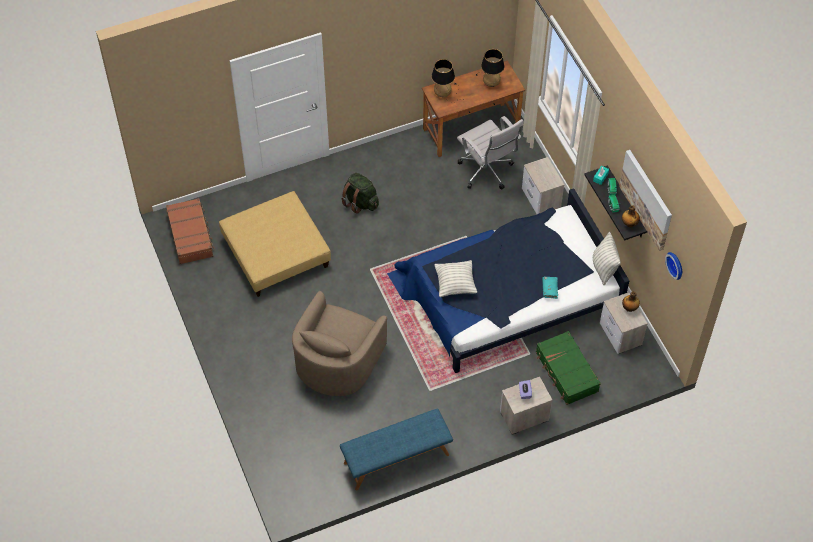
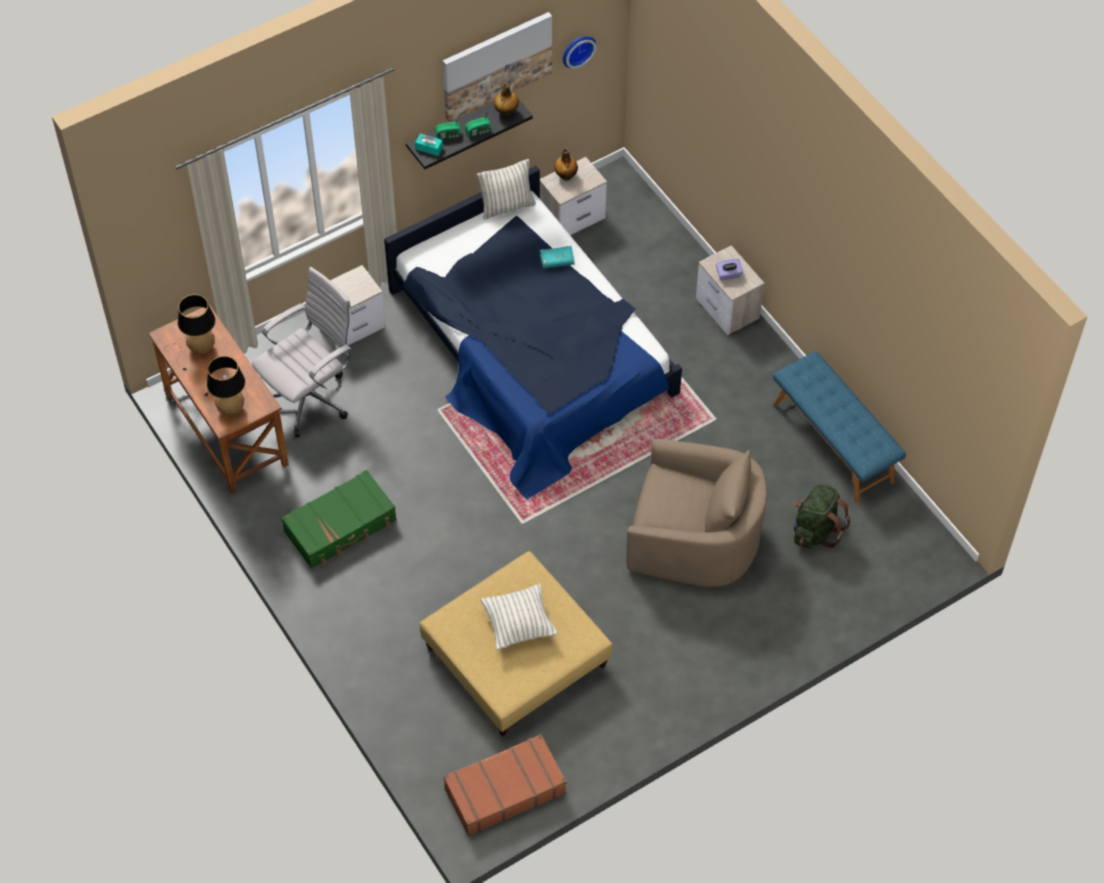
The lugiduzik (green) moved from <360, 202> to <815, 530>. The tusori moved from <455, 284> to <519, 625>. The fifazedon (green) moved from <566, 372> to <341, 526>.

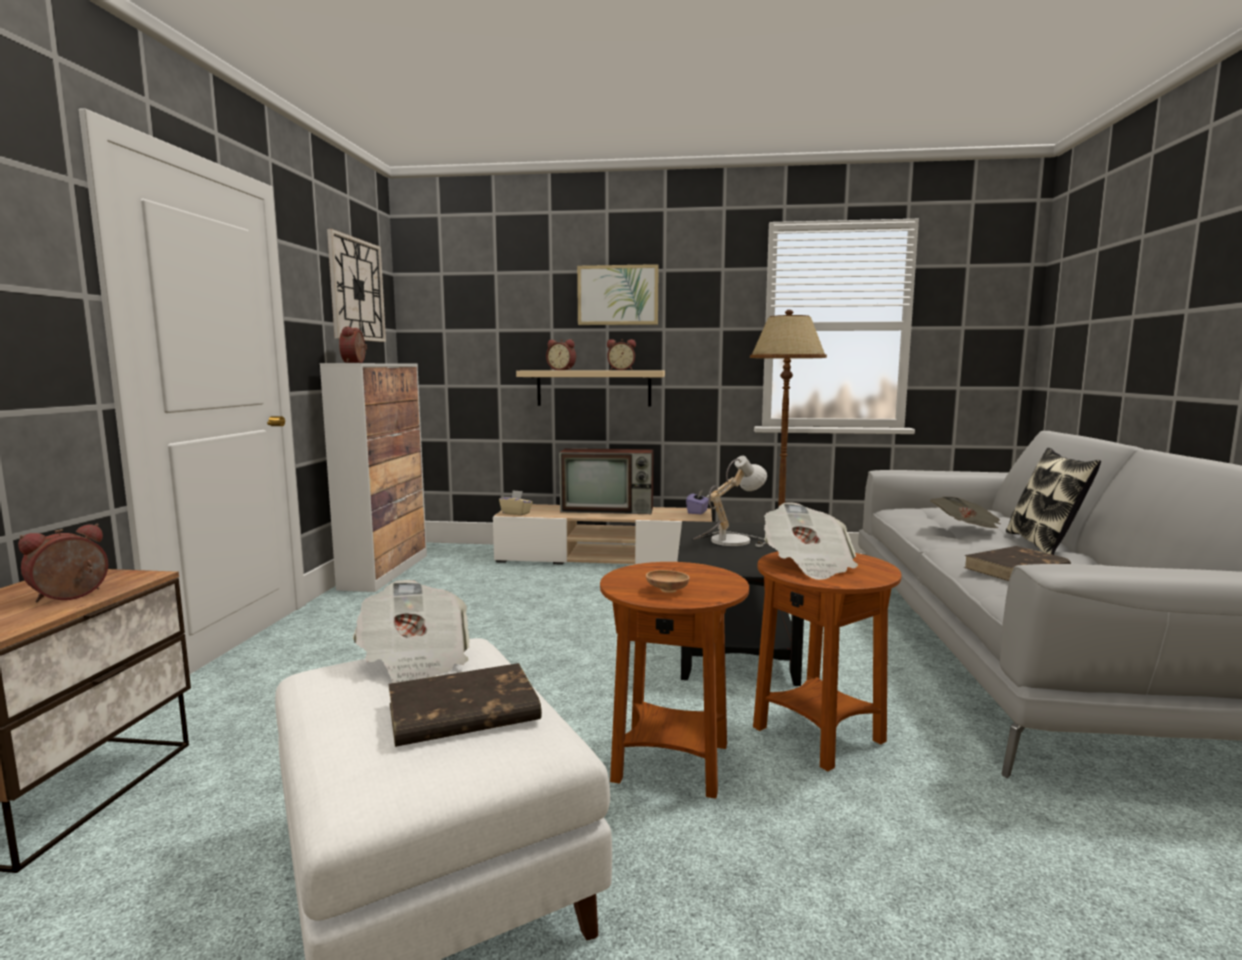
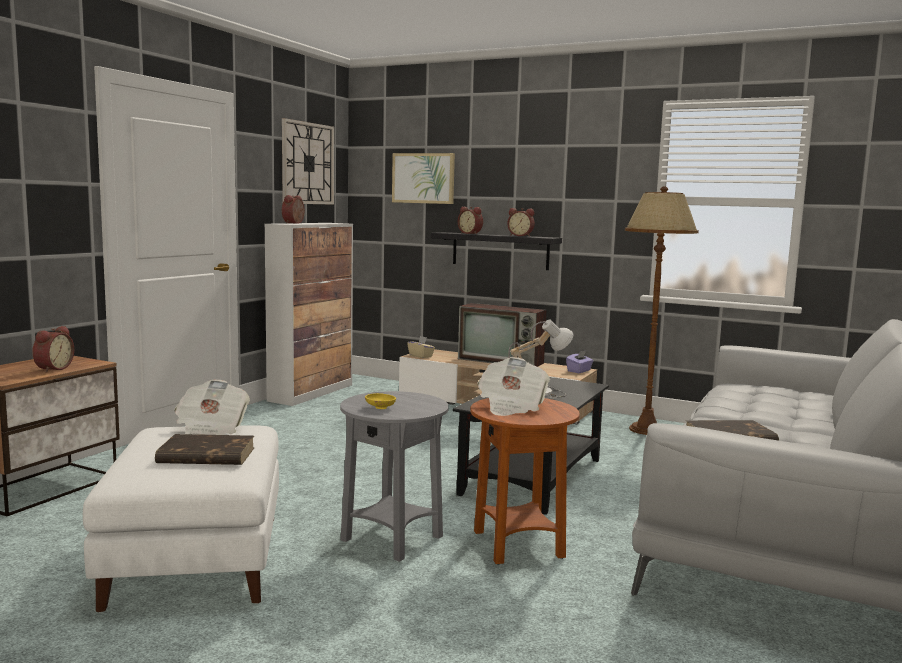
The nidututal moved from <618, 295> to <423, 178>. The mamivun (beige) at <593, 388> became the mamivun (black) at <500, 250>. The tusori at <1044, 544> disappeared. The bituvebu at <966, 531> disappeared. The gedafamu at <71, 597> turned 135 degrees clockwise. The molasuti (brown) at <671, 763> became the molasuti (grey) at <392, 539>. The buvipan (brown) at <667, 590> became the buvipan (yellow) at <380, 408>.

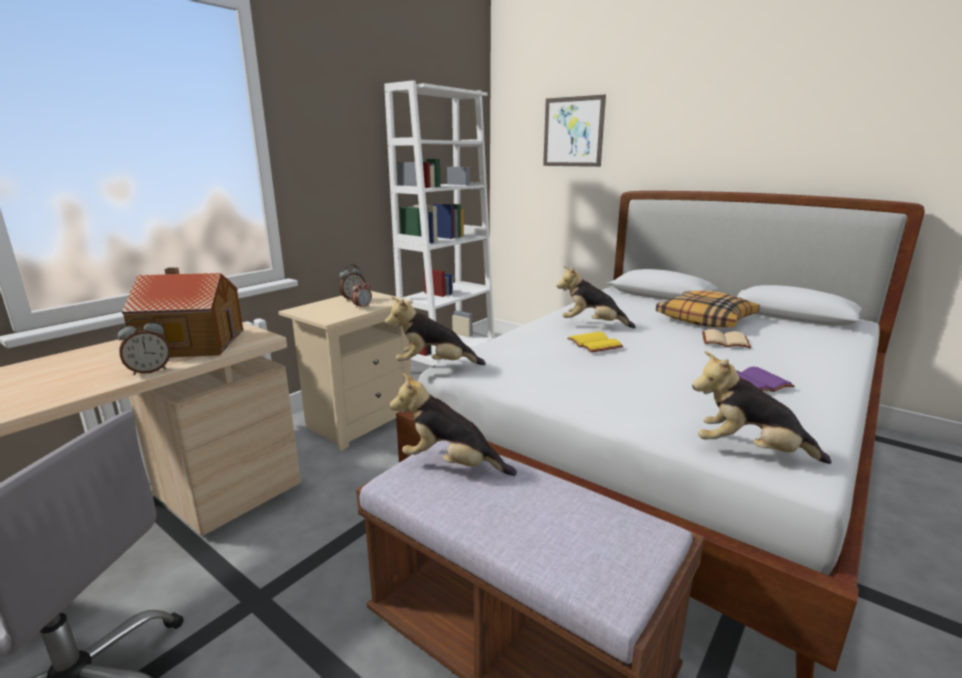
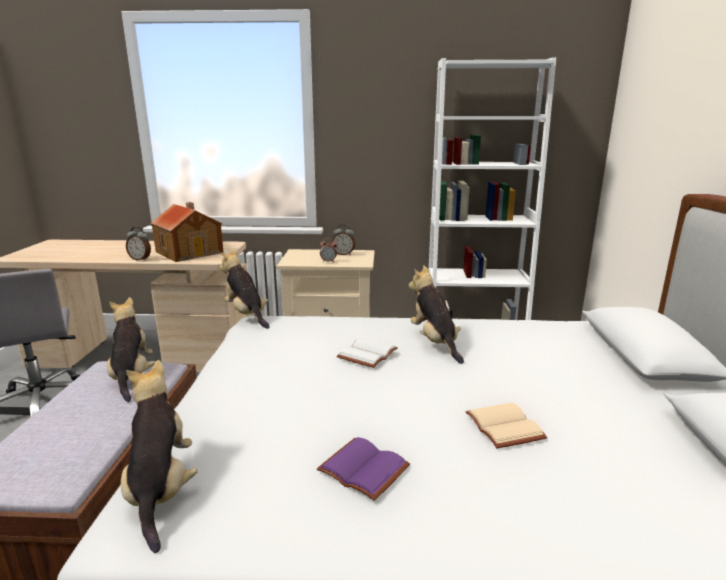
The nidututal at <573, 132> disappeared. The tusori at <705, 319> disappeared. The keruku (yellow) at <596, 344> became the keruku (white) at <368, 355>.

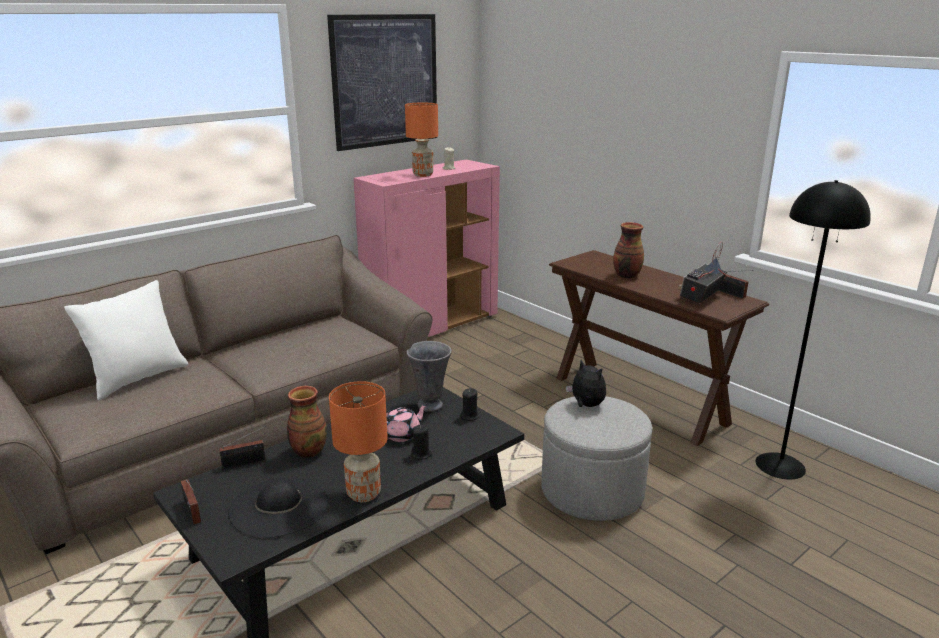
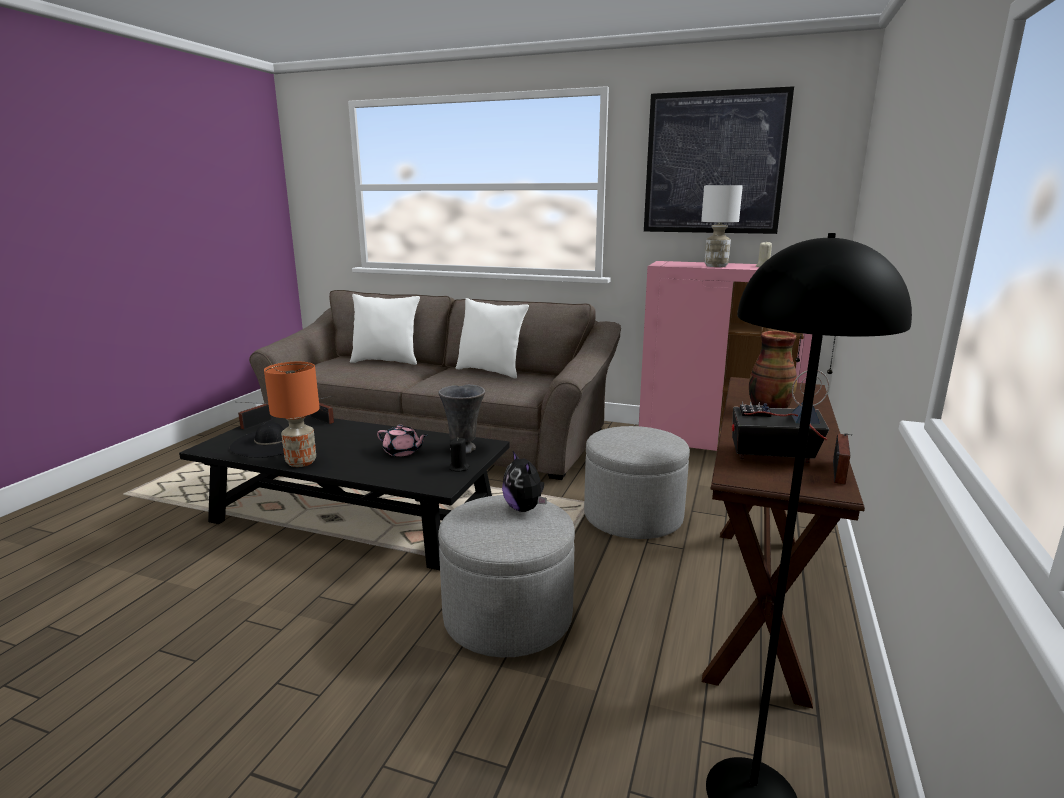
The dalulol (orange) at <422, 175> became the dalulol (white) at <716, 266>. The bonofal at <586, 405> turned 135 degrees clockwise. The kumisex at <308, 451> disappeared. The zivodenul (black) at <421, 454> disappeared. The tusori (white) at <491, 371> appeared. The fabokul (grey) at <633, 516> appeared.

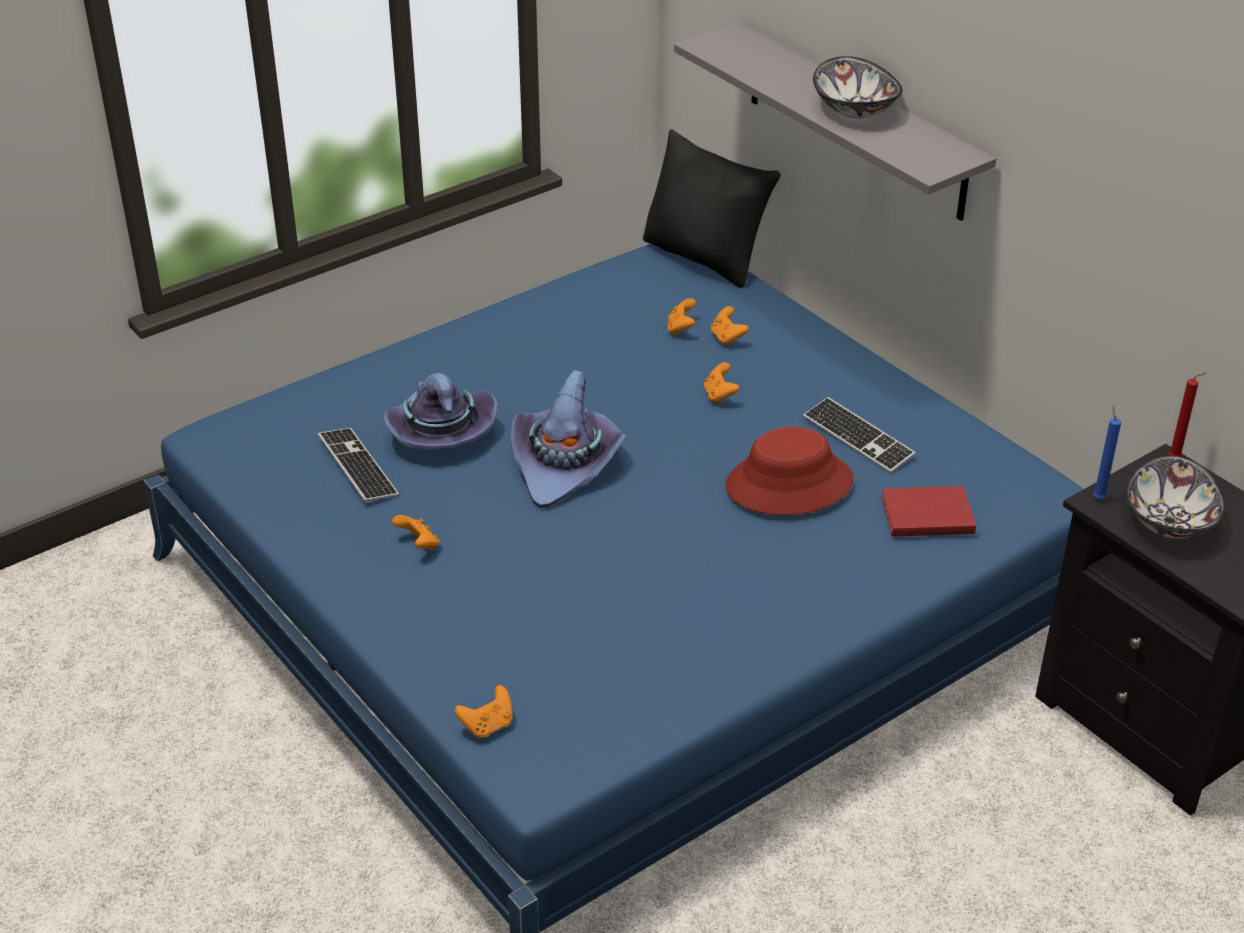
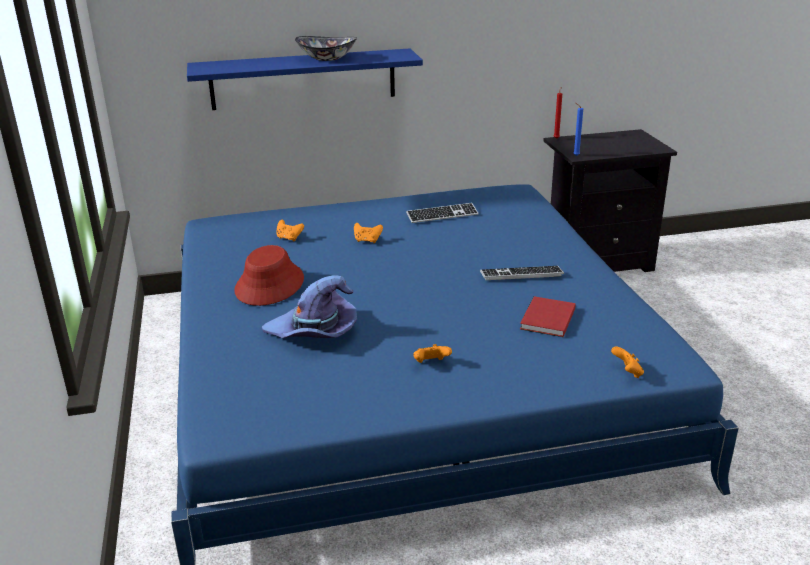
The mamivun (grey) at <855, 122> became the mamivun (blue) at <303, 79>. The tusori (black) at <705, 257> disappeared. The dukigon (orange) at <727, 338> disappeared. The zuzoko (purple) at <565, 464> disappeared. The zuzoko (red) moved from <789, 484> to <270, 285>. The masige moved from <357, 467> to <521, 274>. The buvipan at <1170, 522> disappeared. The keruku (red) moved from <924, 514> to <546, 320>.

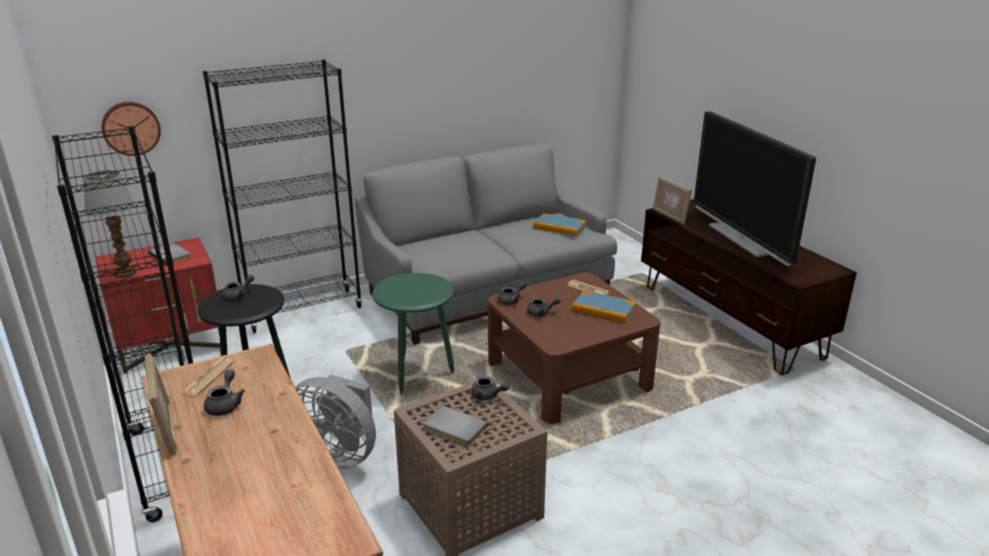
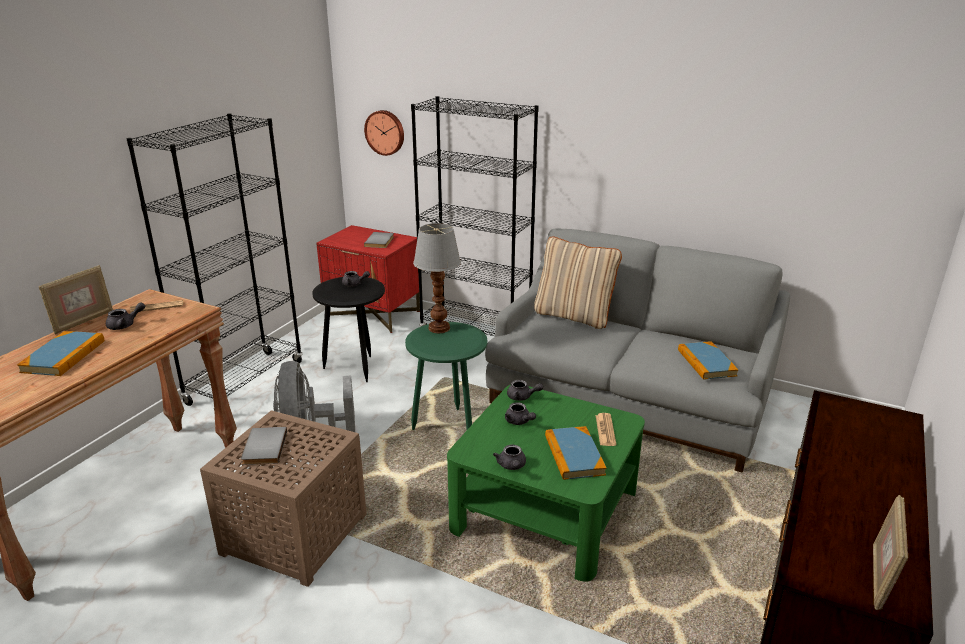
The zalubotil at <742, 239> disappeared. The dalulol moved from <124, 274> to <438, 328>. The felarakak moved from <669, 216> to <880, 578>. The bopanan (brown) at <568, 374> became the bopanan (green) at <546, 509>. The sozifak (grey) moved from <488, 396> to <511, 466>. The tusori (beige) at <574, 316> appeared. The keruku at <64, 356> appeared.

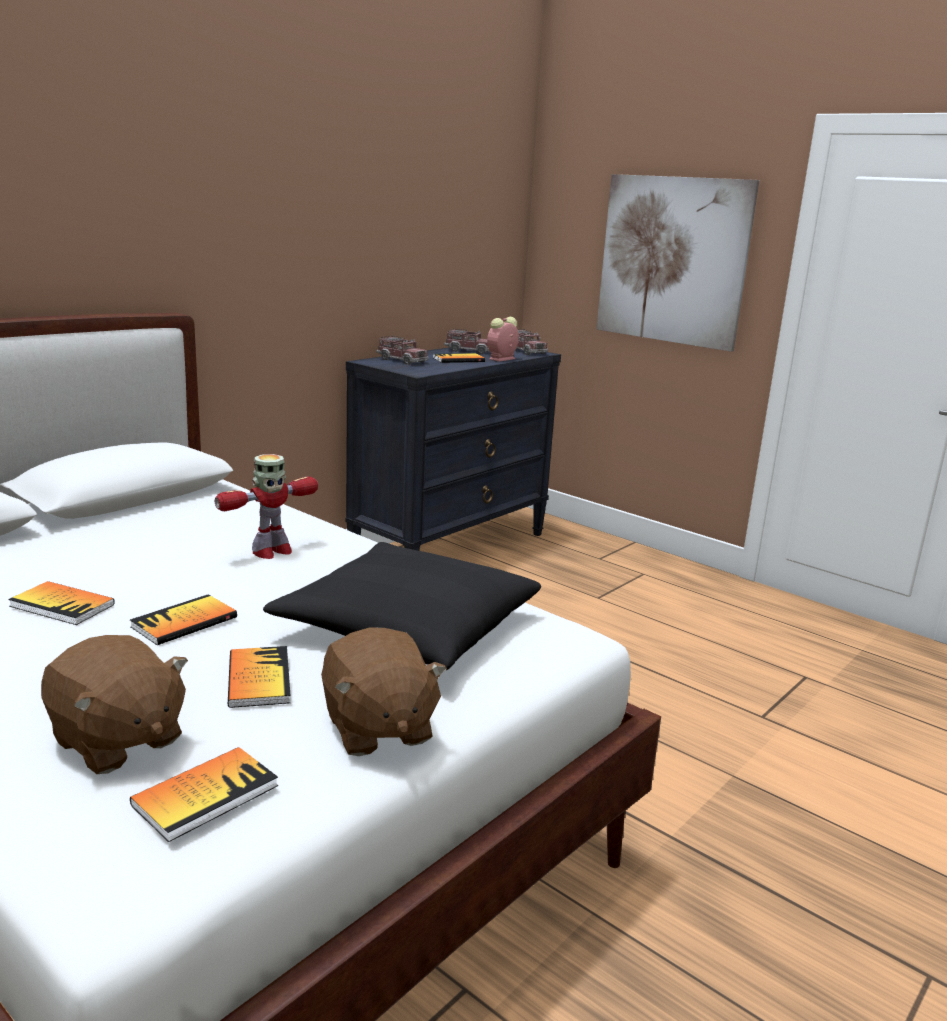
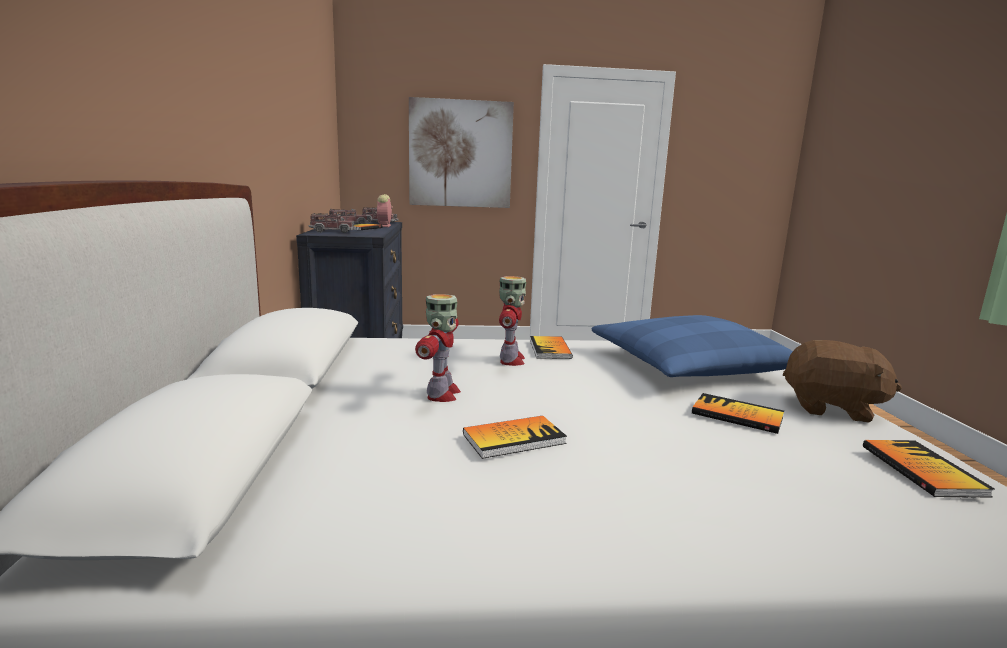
The tusori (black) at <407, 626> became the tusori (blue) at <687, 366>. The keruku moved from <184, 622> to <550, 349>. The bonofal (brown) at <117, 741> disappeared. The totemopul at <441, 394> appeared.

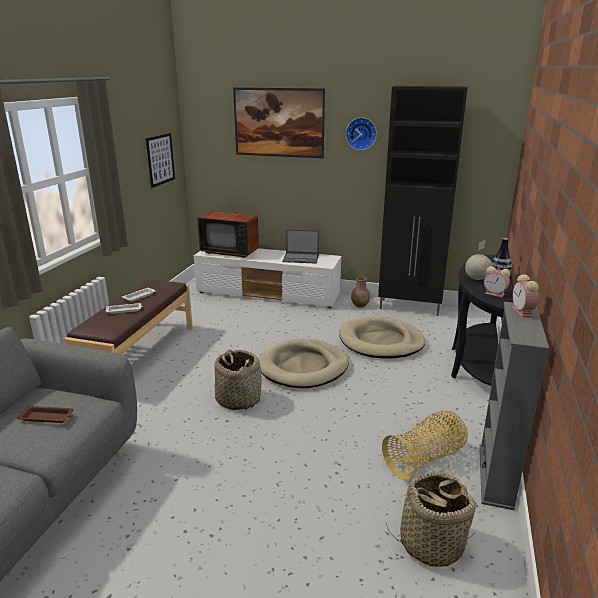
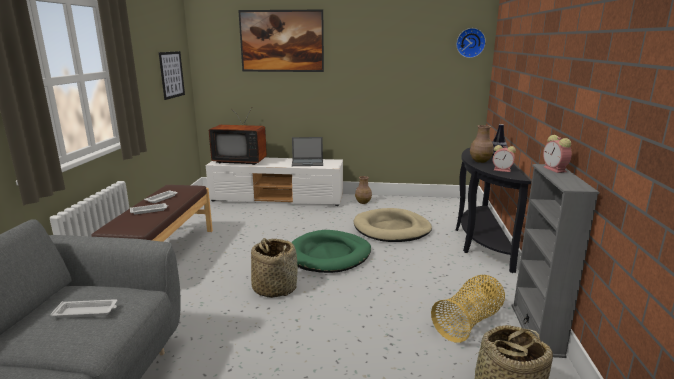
The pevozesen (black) at <410, 308> disappeared. The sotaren moved from <361, 133> to <470, 43>. The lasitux at <476, 279> was replaced by the kumisex (brown) at <480, 161>. The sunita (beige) at <303, 367> became the sunita (green) at <329, 255>. The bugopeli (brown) at <47, 417> became the bugopeli (white) at <87, 312>.

